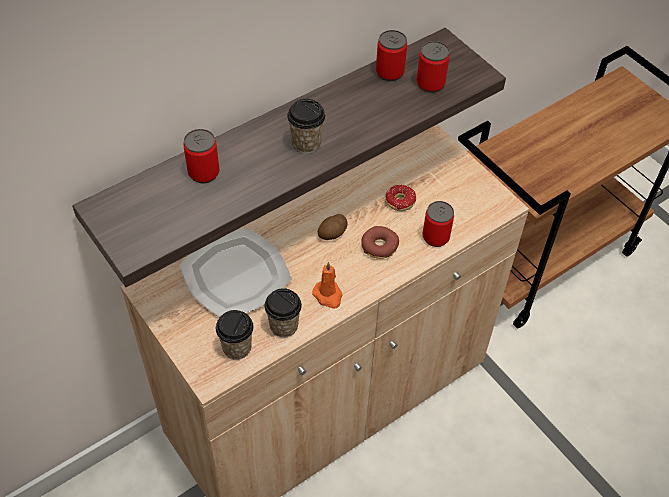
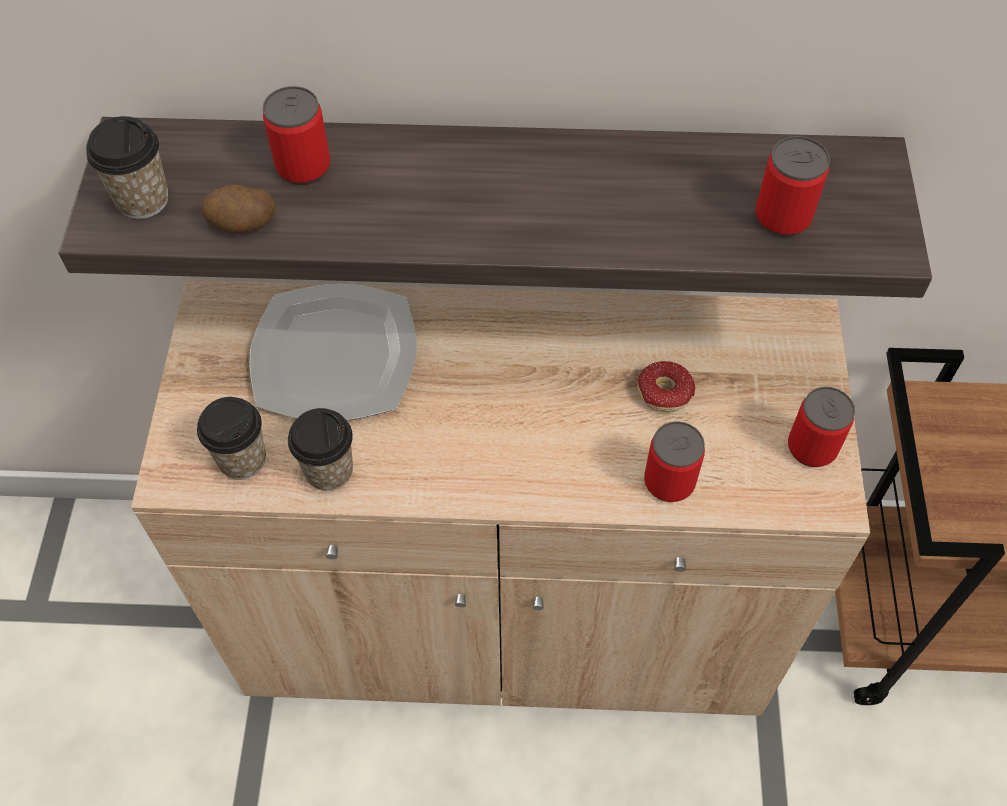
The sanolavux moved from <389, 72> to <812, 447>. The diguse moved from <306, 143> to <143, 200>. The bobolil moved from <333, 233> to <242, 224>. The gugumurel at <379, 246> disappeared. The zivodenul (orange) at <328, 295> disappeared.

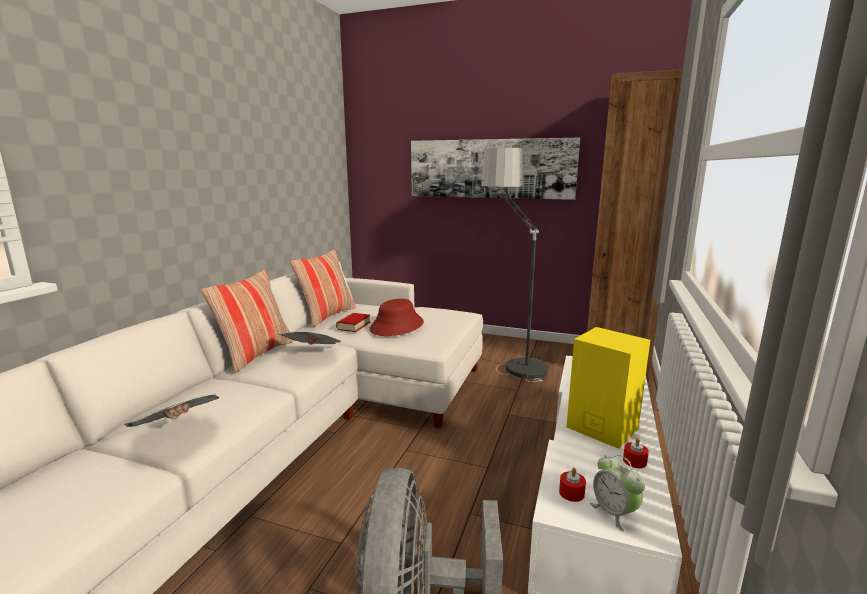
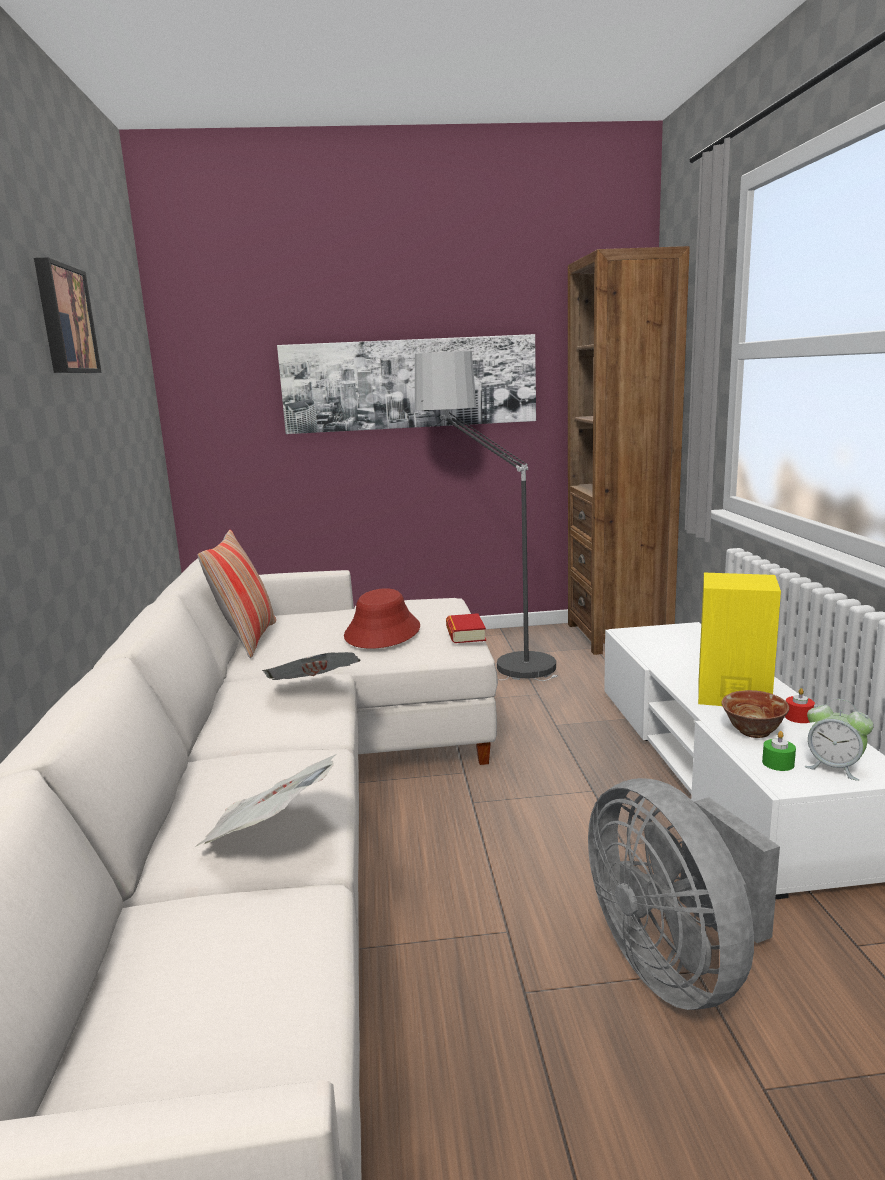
The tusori at <256, 354> disappeared. The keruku moved from <353, 326> to <465, 634>. The zivodenul (red) at <571, 493> became the zivodenul (green) at <778, 763>. The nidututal at <63, 320> appeared. The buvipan at <753, 732> appeared.

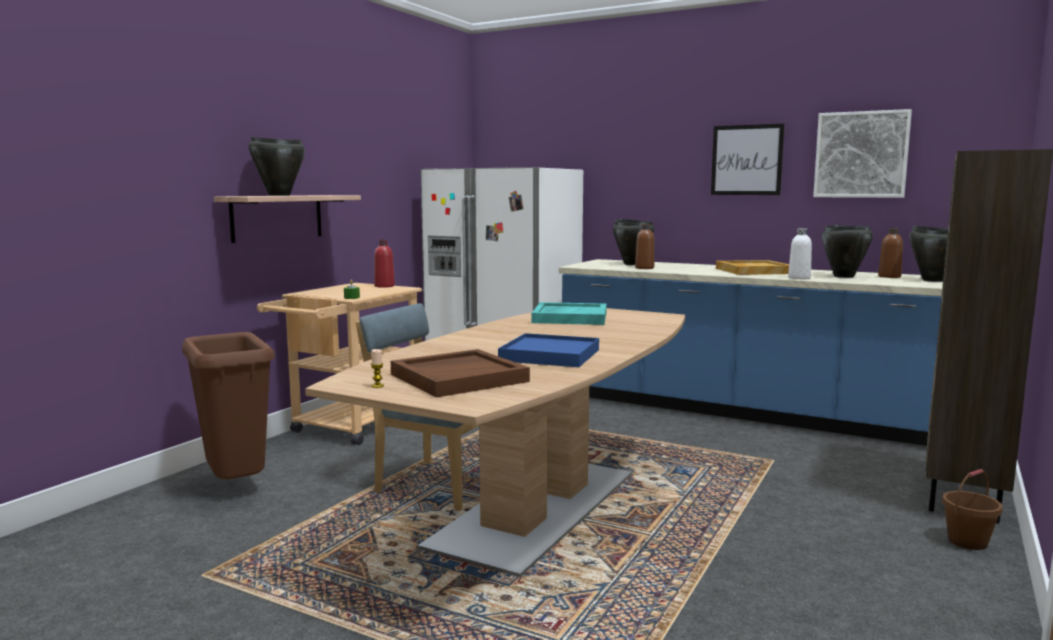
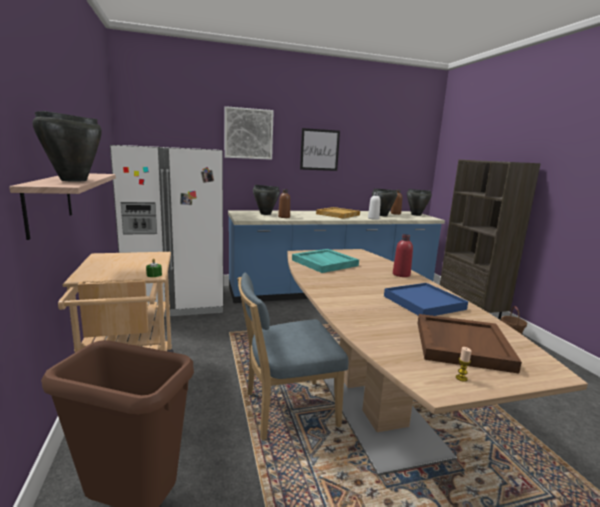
The nidututal moved from <861, 154> to <248, 133>. The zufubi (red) moved from <384, 286> to <401, 274>.

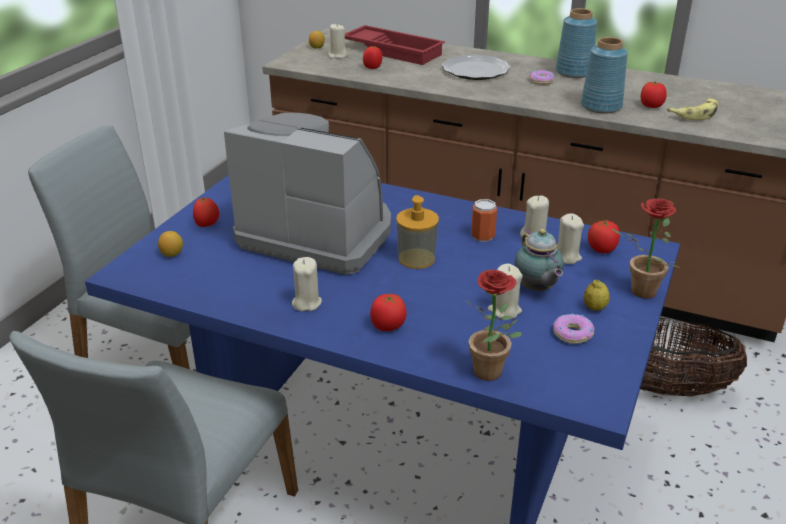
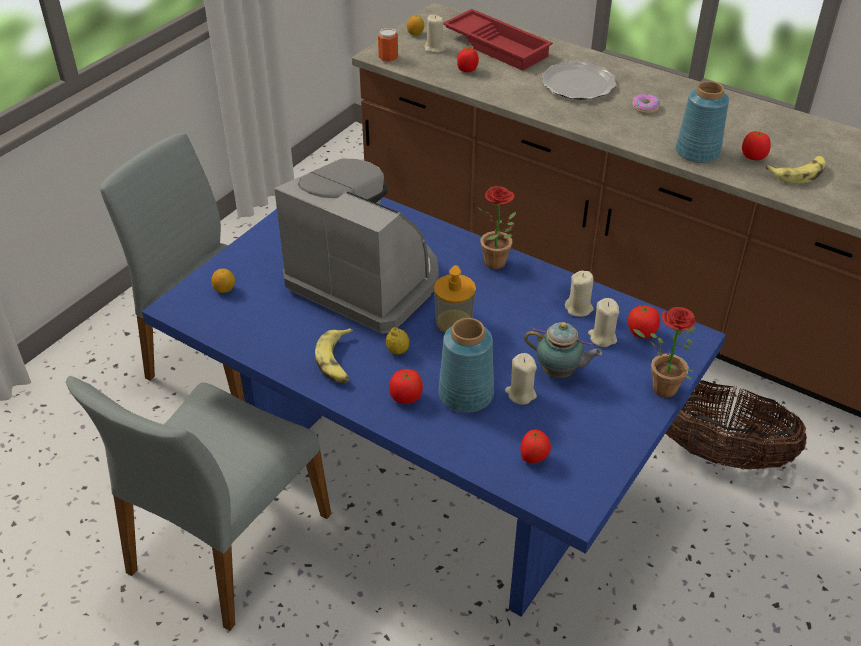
The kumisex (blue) moved from <574, 72> to <466, 395>. The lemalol moved from <207, 225> to <534, 458>. The sanolavux moved from <483, 236> to <388, 58>. The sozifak at <537, 289> turned 60 degrees counterclockwise. The zivodenul (beige) at <306, 303> was replaced by the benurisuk at <337, 361>. The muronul moved from <492, 374> to <498, 265>. The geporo moved from <594, 308> to <397, 351>. The gugumurel at <573, 334> disappeared.

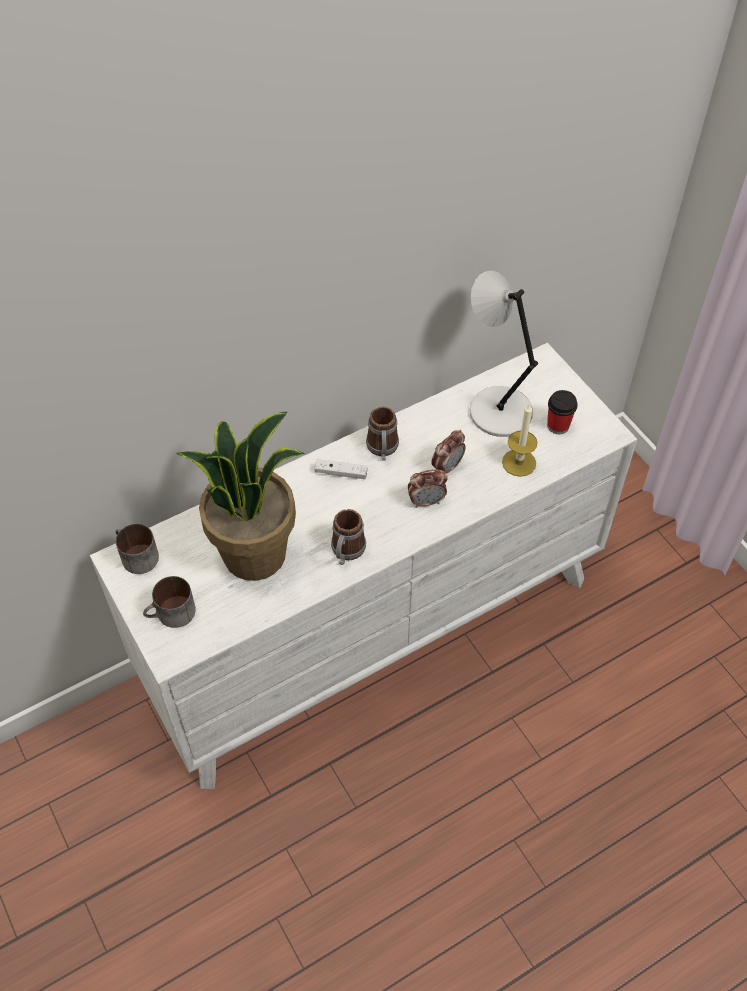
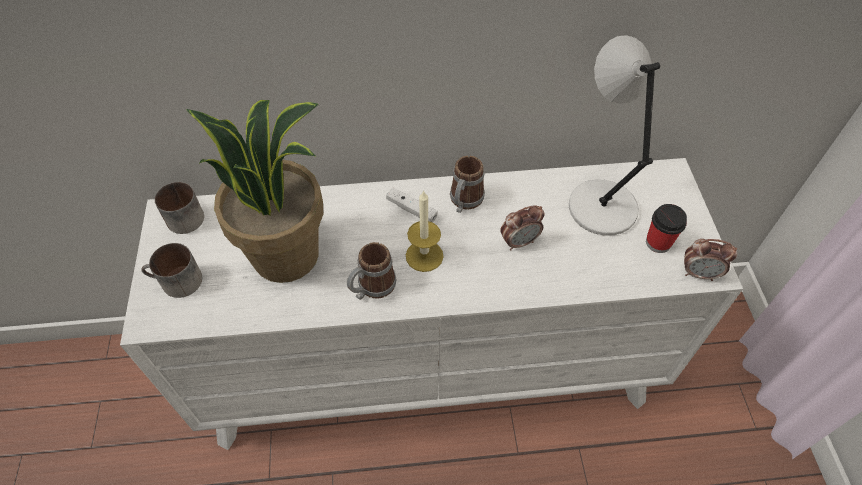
The zivodenul moved from <519, 462> to <424, 256>. The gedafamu moved from <426, 501> to <699, 273>.

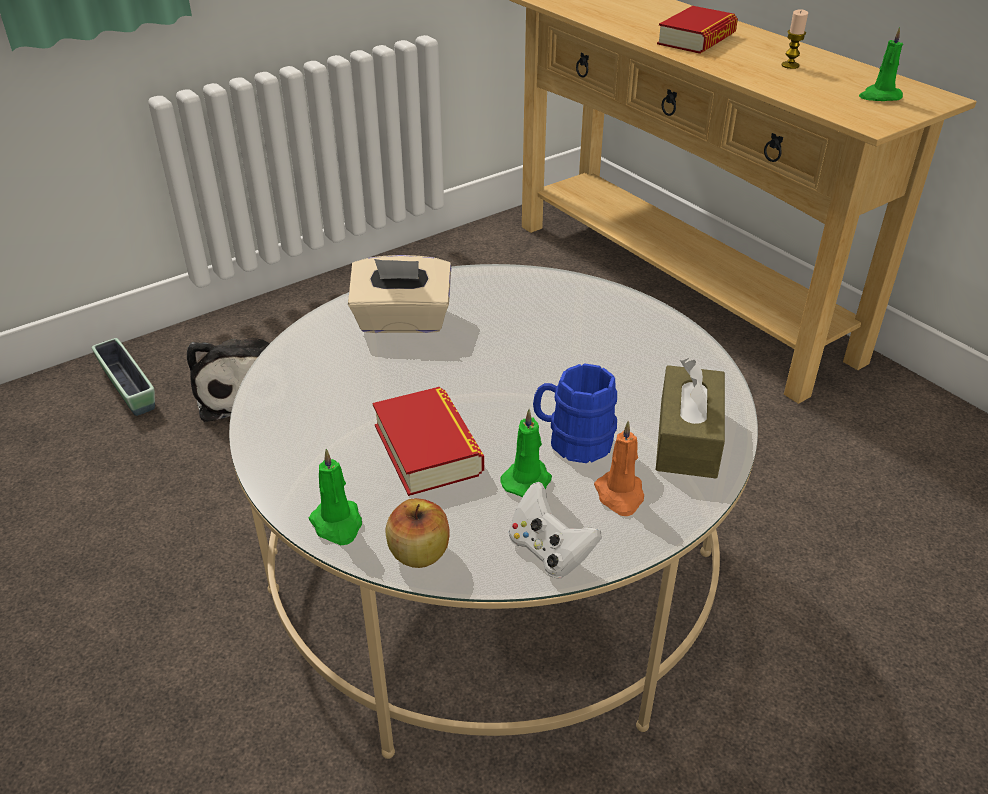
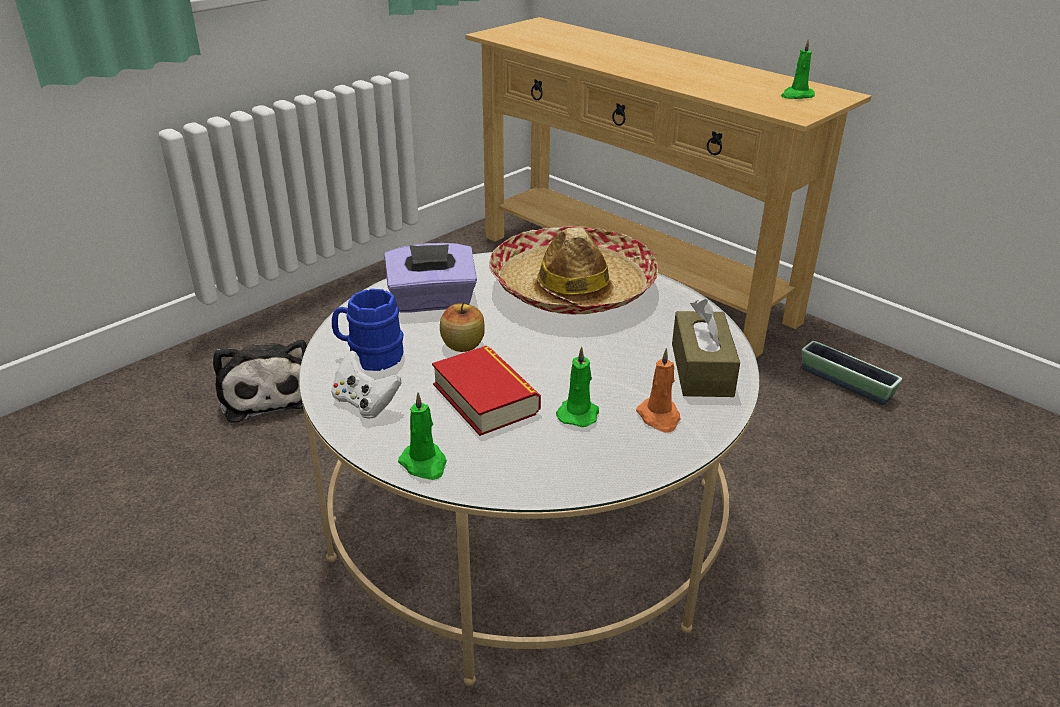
The keruku at <696, 39> disappeared. The zivodenul at <790, 65> disappeared. The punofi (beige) at <402, 321> became the punofi (purple) at <432, 301>. The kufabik moved from <128, 388> to <845, 383>. The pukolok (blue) moved from <572, 441> to <369, 356>. The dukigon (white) moved from <549, 551> to <365, 403>. The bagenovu moved from <419, 553> to <462, 345>. The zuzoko at <572, 288> appeared.

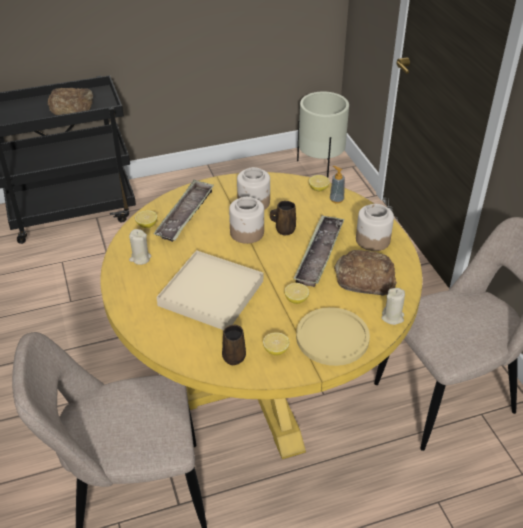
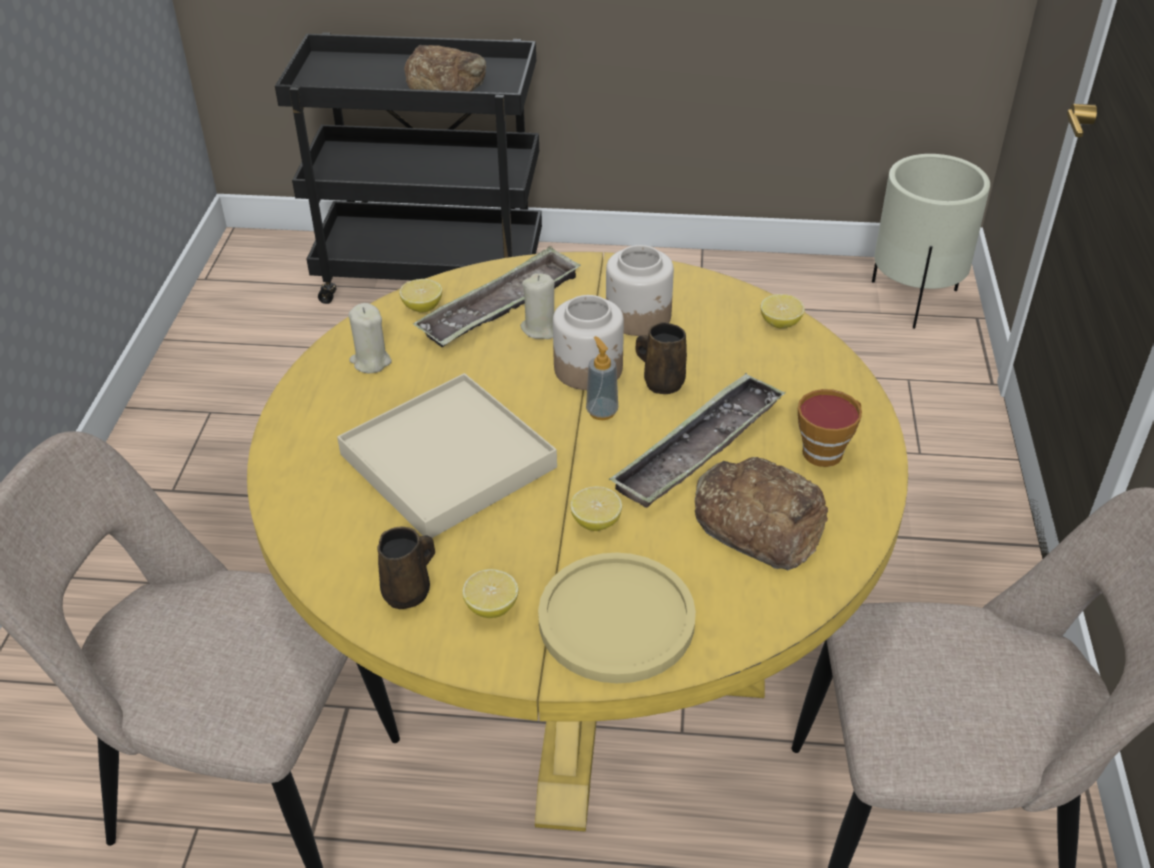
The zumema moved from <336, 199> to <602, 411>. The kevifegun at <372, 240> was replaced by the diguse at <826, 450>. The zivodenul (beige) moved from <392, 317> to <541, 329>.

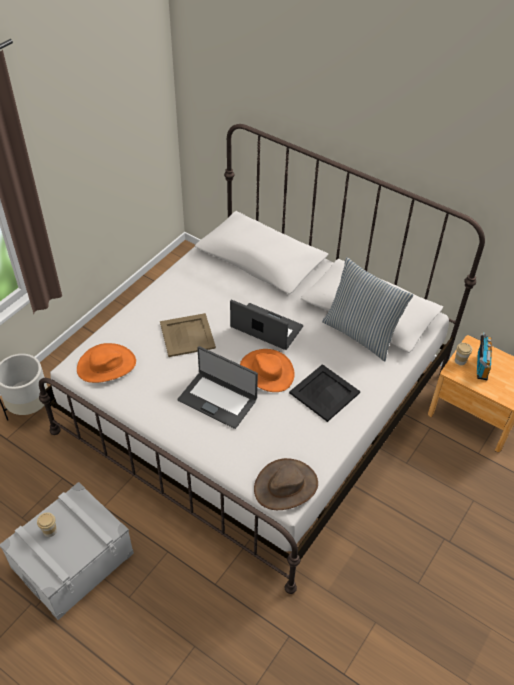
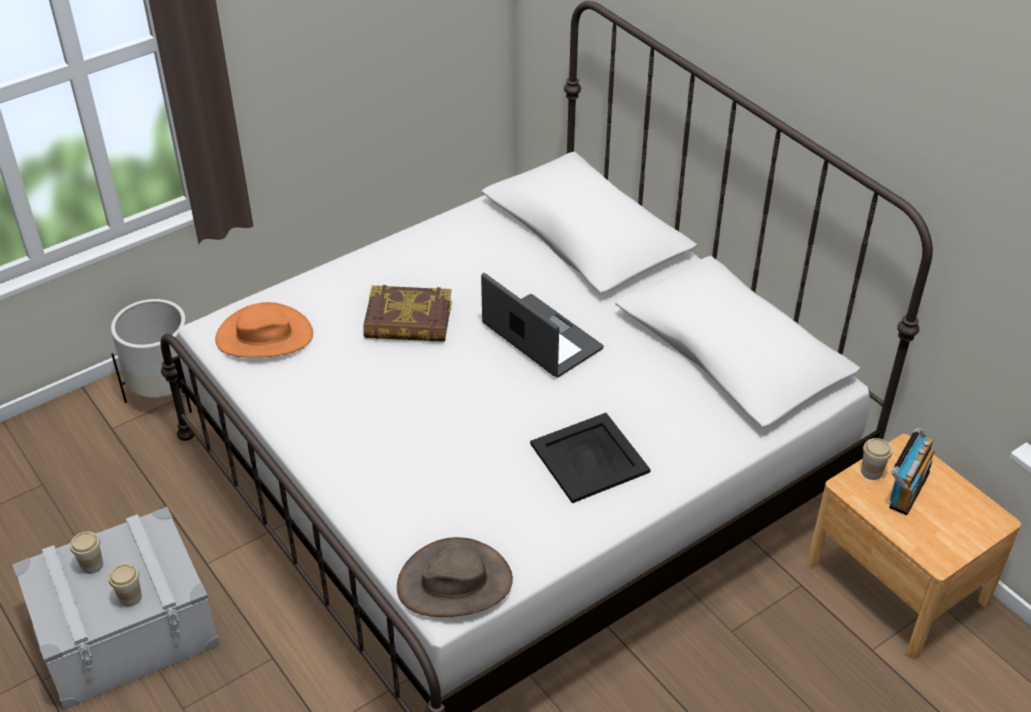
The tusori at <361, 334> disappeared. The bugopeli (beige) at <187, 335> was replaced by the keruku at <408, 321>. The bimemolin at <218, 399> disappeared. The zuzoko (orange) at <267, 371> disappeared. The diguse at <130, 597> appeared.

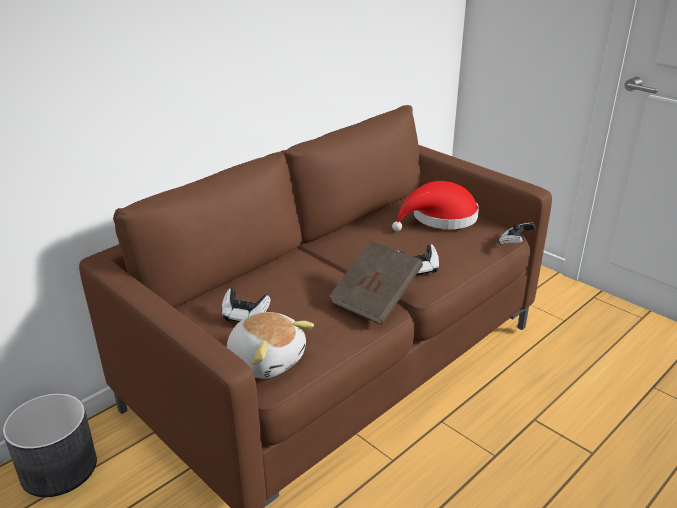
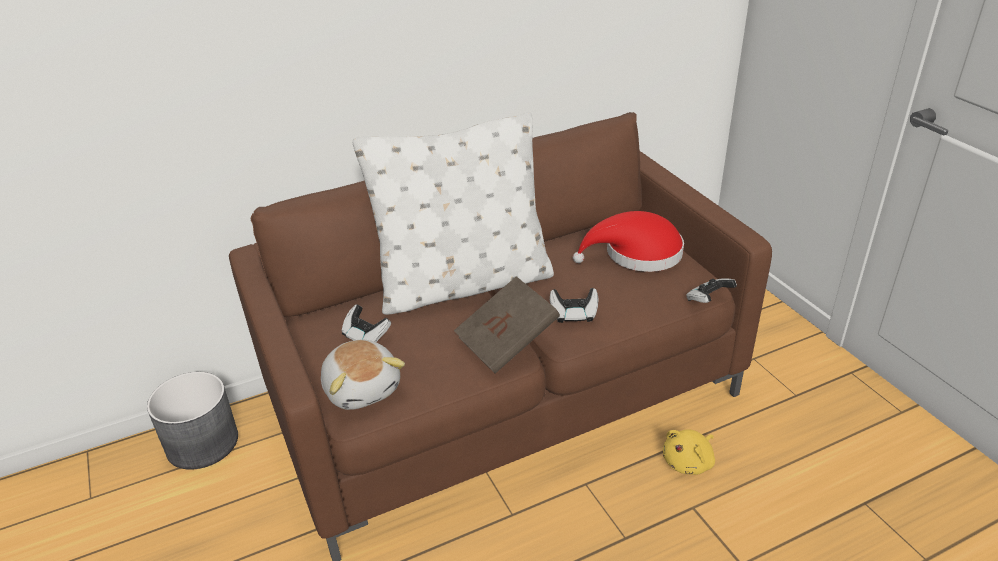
The tusori (white) at <463, 284> appeared. The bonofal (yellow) at <689, 462> appeared.

